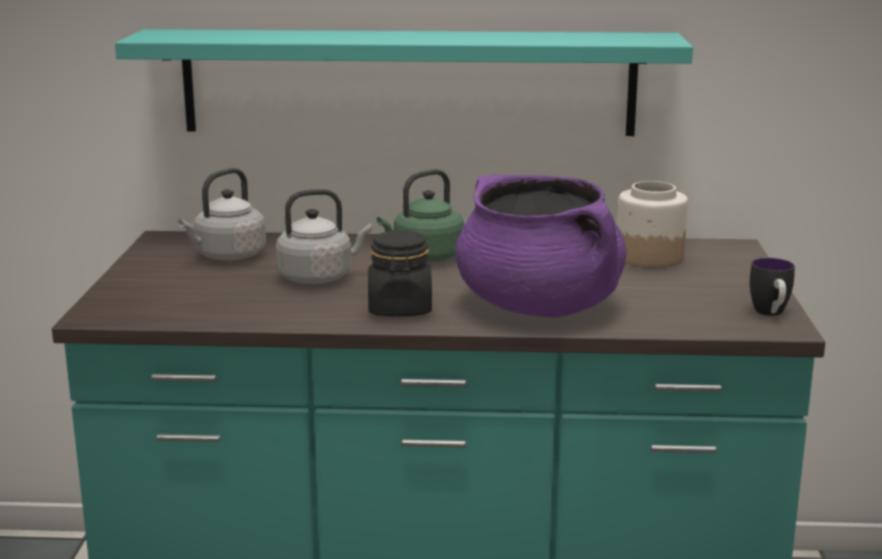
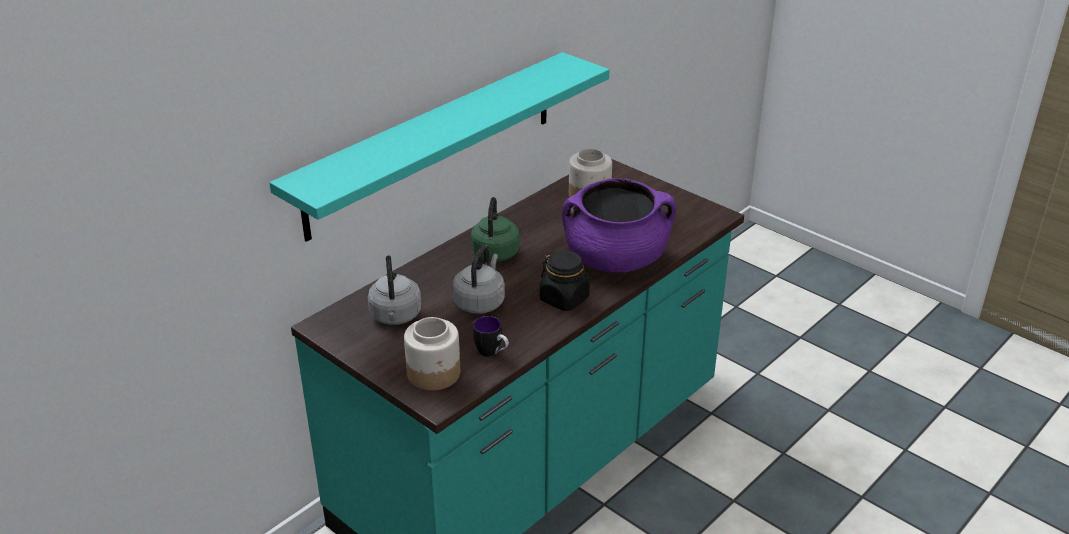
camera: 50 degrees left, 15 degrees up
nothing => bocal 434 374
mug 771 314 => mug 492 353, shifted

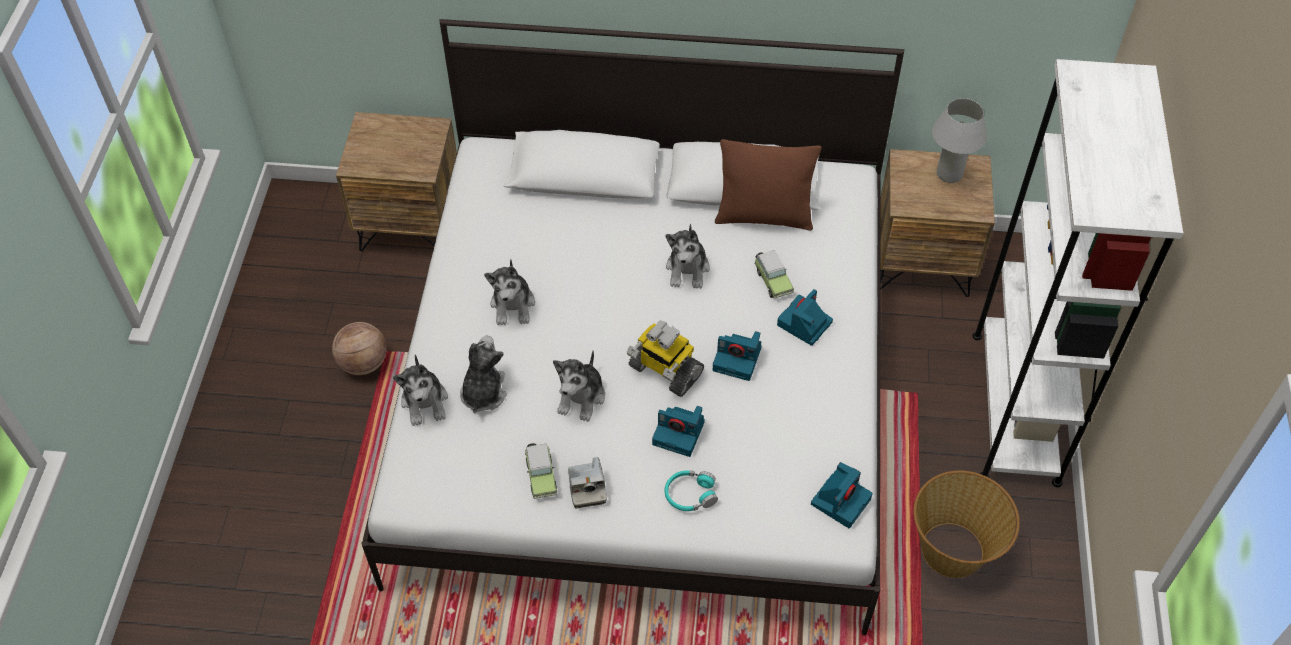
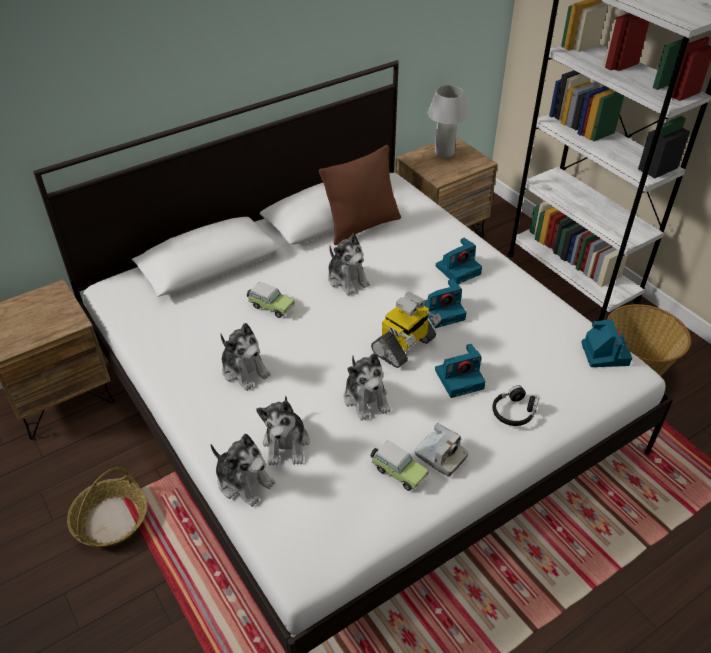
camera: 40 degrees left, 10 degrees down
petite voiture 772 280 => petite voiture 270 306, shifted
ballon de basket 363 363 => panier 111 519
casque audio (turquoise) 690 495 => casque audio (noir) 514 412
peluche 483 392 => peluche 286 444, 150 degrees counterclockwise
robot jouet 664 370 => robot jouet 404 346, 45 degrees counterclockwise
appareil photo 804 324 => appareil photo 458 269, 120 degrees counterclockwise

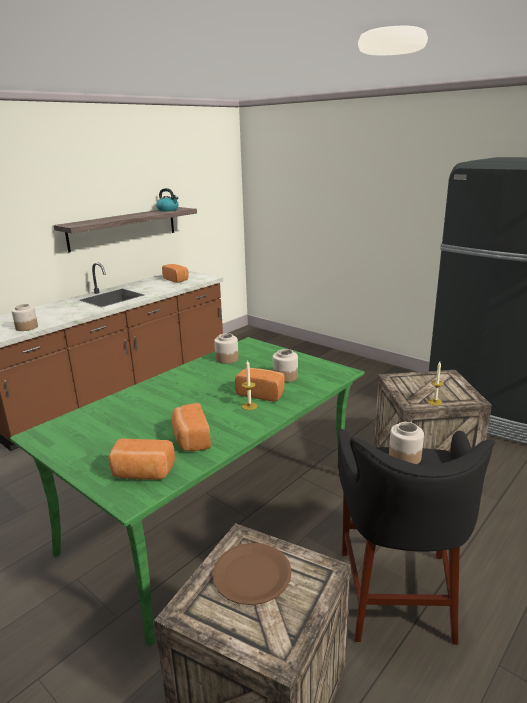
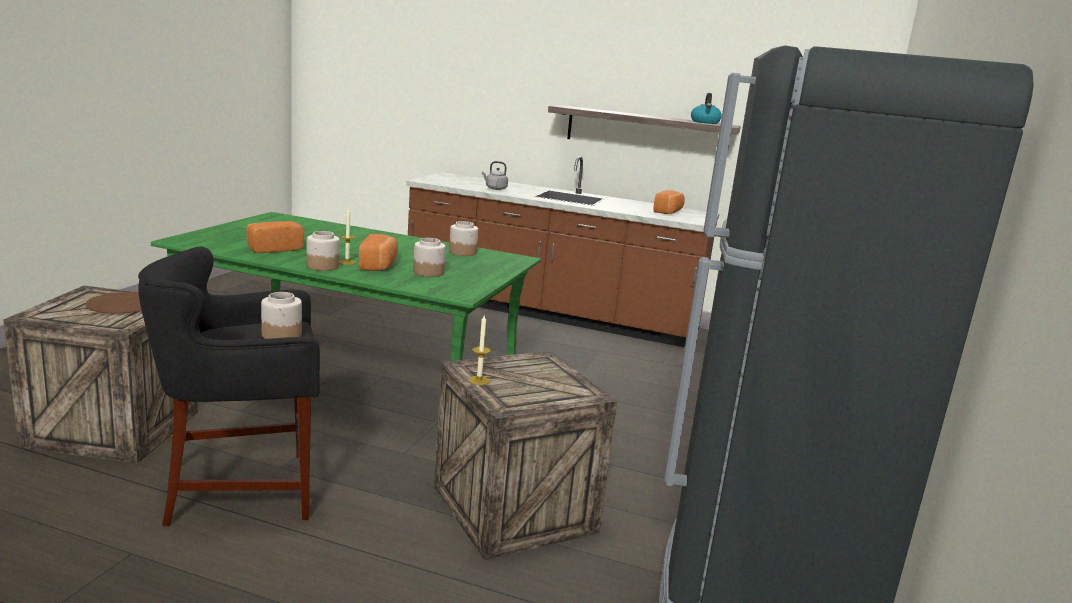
camera: 65 degrees right, 5 degrees down
pain 142 473 => nothing
nothing => bouilloire (gris) 495 188
bocal 26 327 => bocal 322 266, shifted

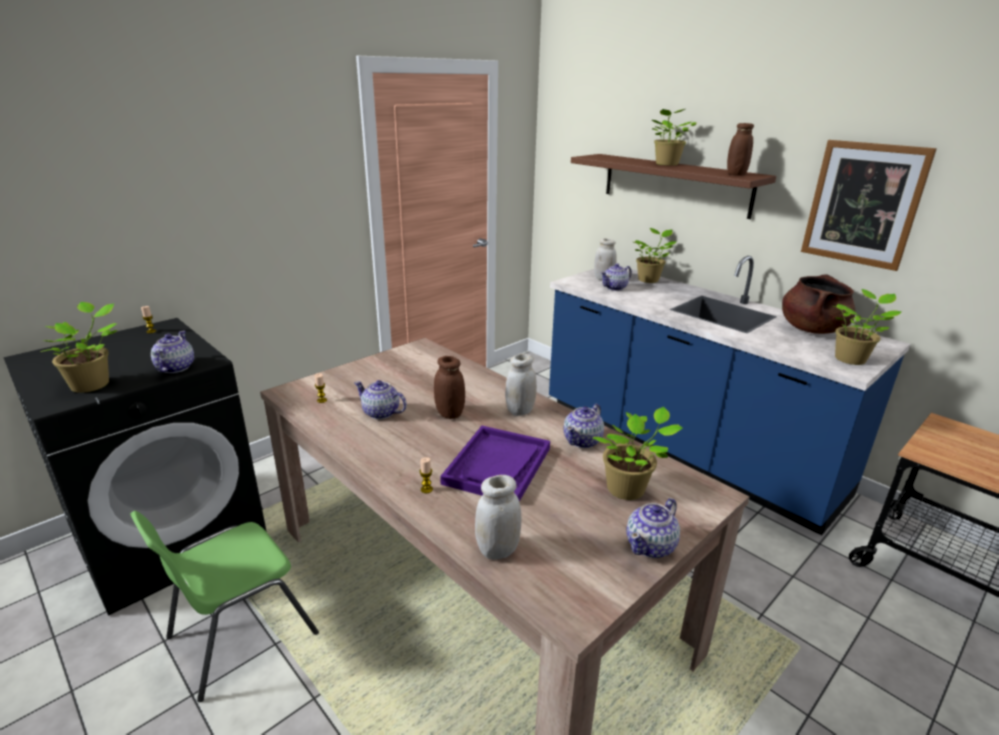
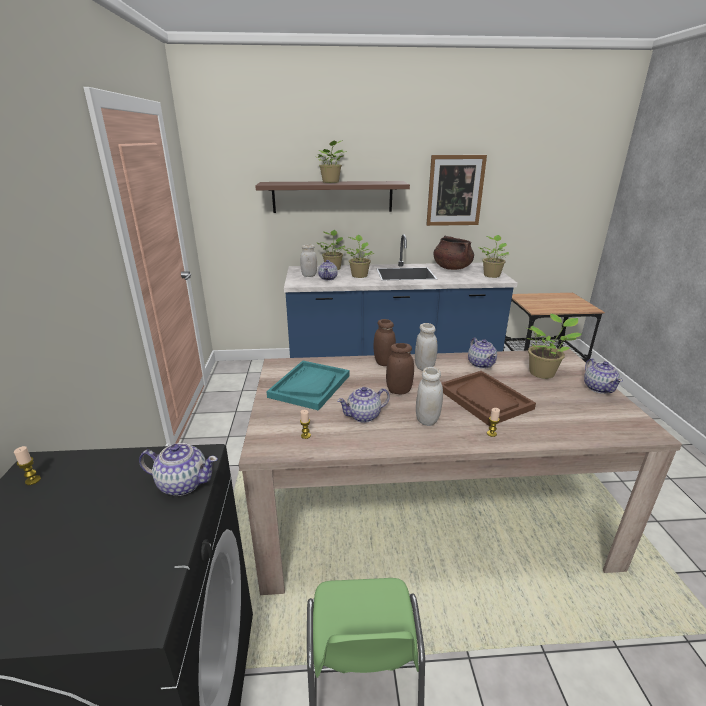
camera: 50 degrees left, 0 degrees up
nothing => plateau (turquoise) 310 386
plante en pot 93 384 => plante en pot 359 275, shifted
bocal (blanc) 497 550 => bocal (blanc) 427 420, shifted
bocal (marron) 736 174 => bocal (marron) 384 362, shifted
plateau (violet) 497 466 => plateau (marron) 485 399
théière 175 368 => théière 183 483, 150 degrees clockwise

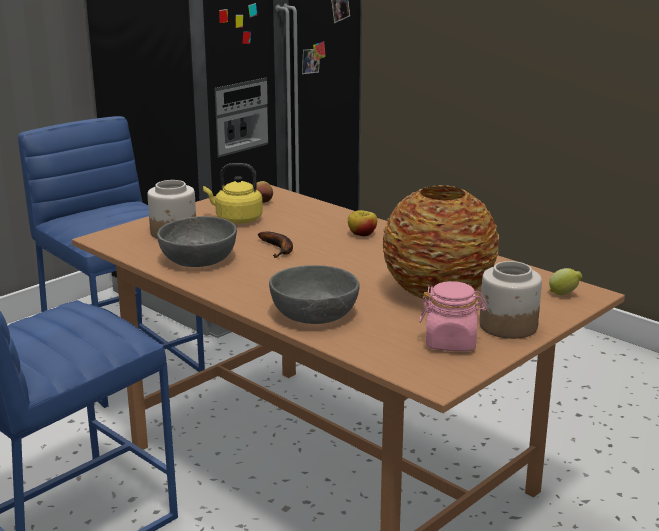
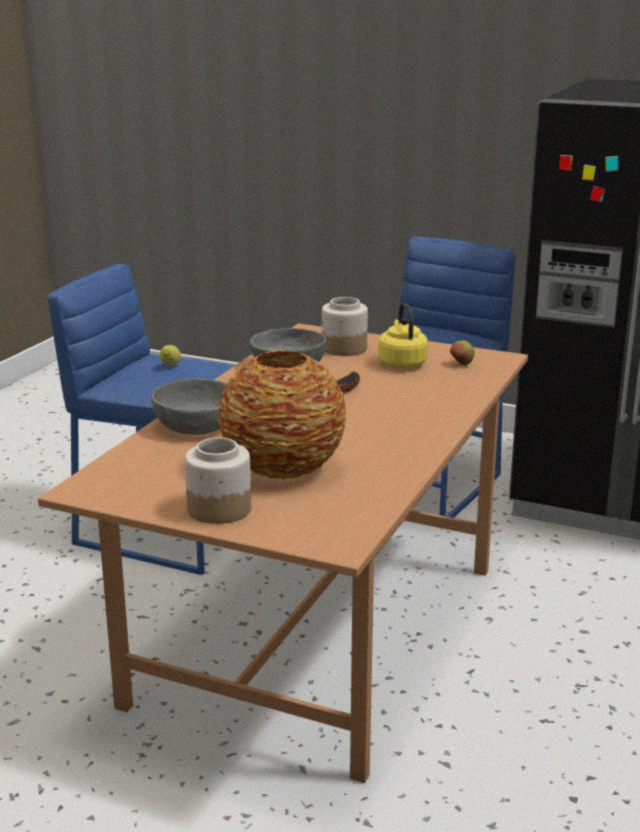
camera: 70 degrees right, 0 degrees up
pomme 362 234 => nothing
bocal (rose) 451 342 => nothing
citron 564 294 => citron 170 366, shifted

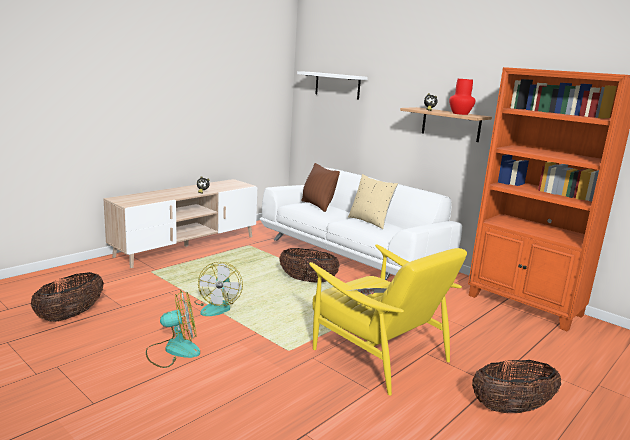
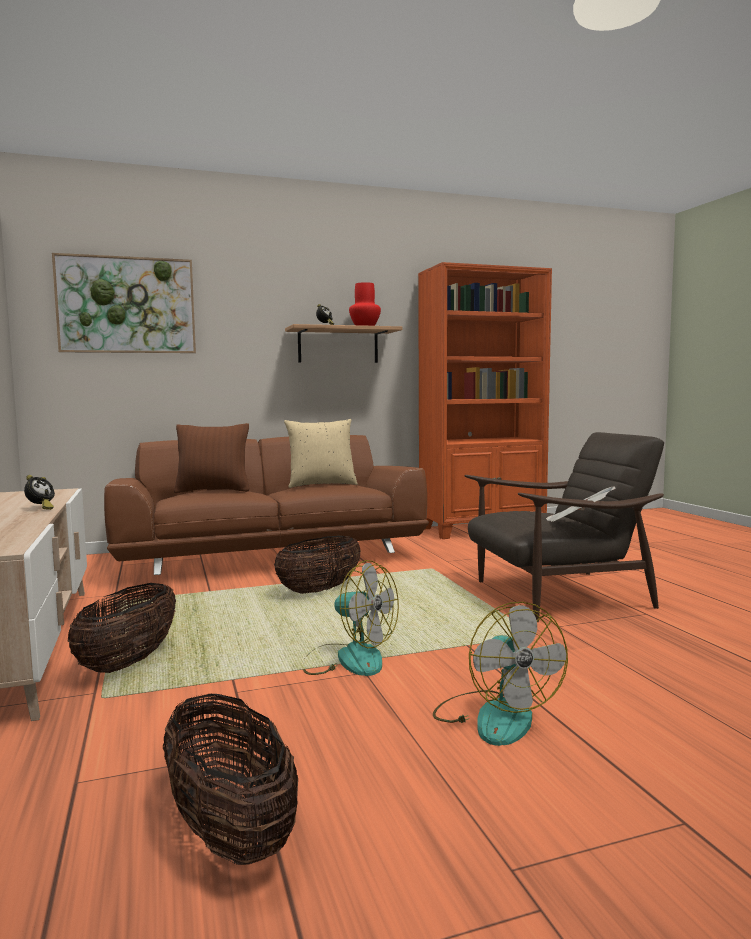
camera: 60 degrees left, 10 degrees down
panier 511 408 => panier 128 662, shifted
étagère (blanc) 337 85 => tableau 126 305
canapé (blanc) 353 256 => canapé (marron) 270 556
fauteuil (jaune) 377 352 => fauteuil (marron) 557 595
ventilateur 173 350 => ventilateur 495 716, 150 degrees clockwise

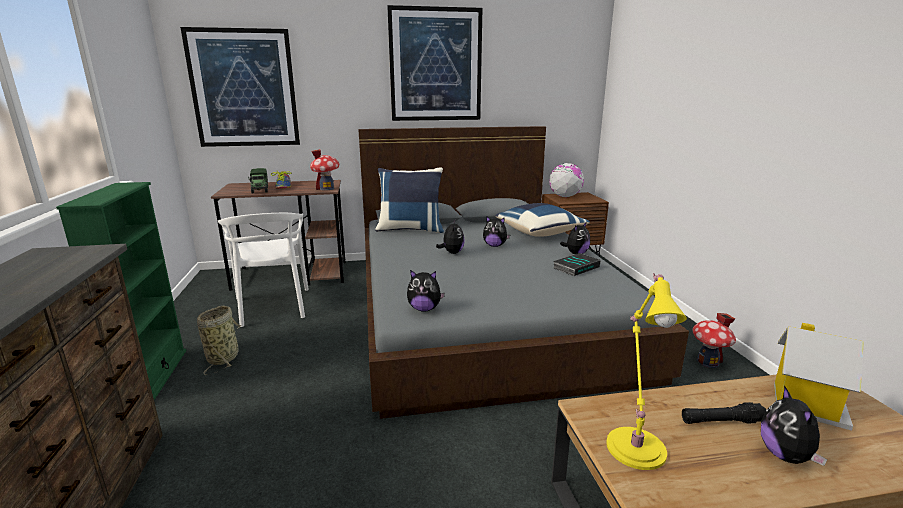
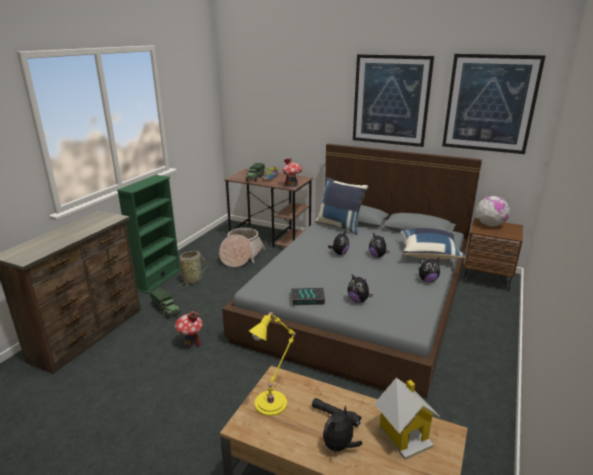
camera: 35 degrees right, 5 degrees up
nothing => camion jouet 166 310
tableau 244 89 => tableau 490 104, shifted
peluche 424 309 => peluche 358 300, shifted
livre 576 267 => livre 308 298, shifted
maison miniature 708 362 => maison miniature 191 343, shifted
chaise (blanc) 273 306 => panier 241 256

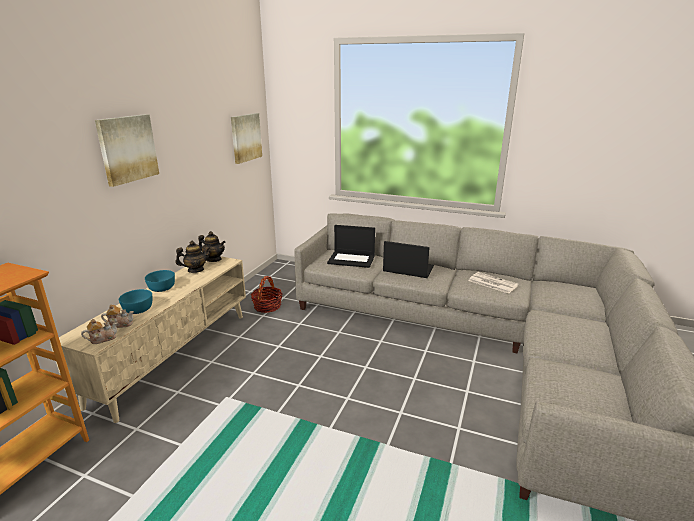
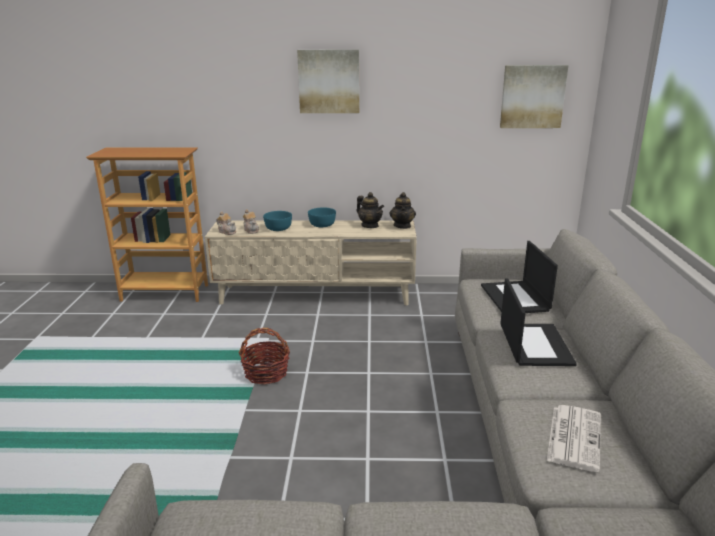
camera: 70 degrees right, 0 degrees up
panier 267 306 => panier 266 373, shifted

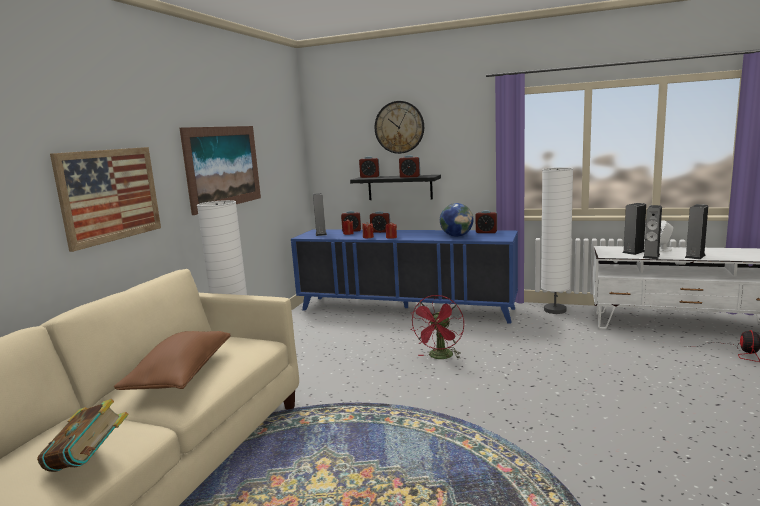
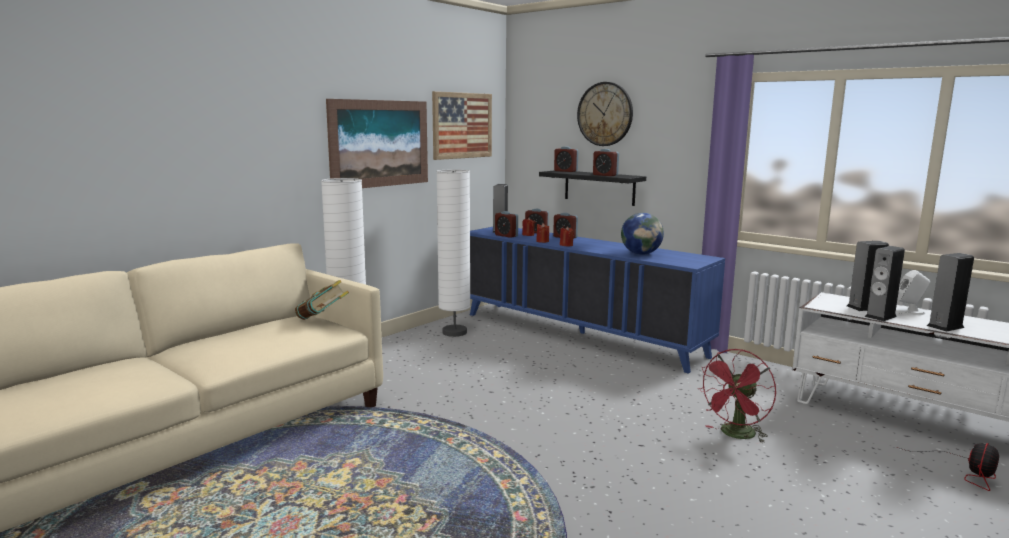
camera: 20 degrees right, 0 degrees up
coussin (marron) 181 375 => nothing
livre 89 463 => livre 322 320, shifted
tableau 110 195 => tableau 462 125, shifted
ventilateur (rouge) 440 357 => ventilateur (rouge) 735 435, shifted
réveil 486 232 => réveil 506 235, shifted
lampadaire (blanc) 555 310 => lampadaire (blanc) 454 332, shifted

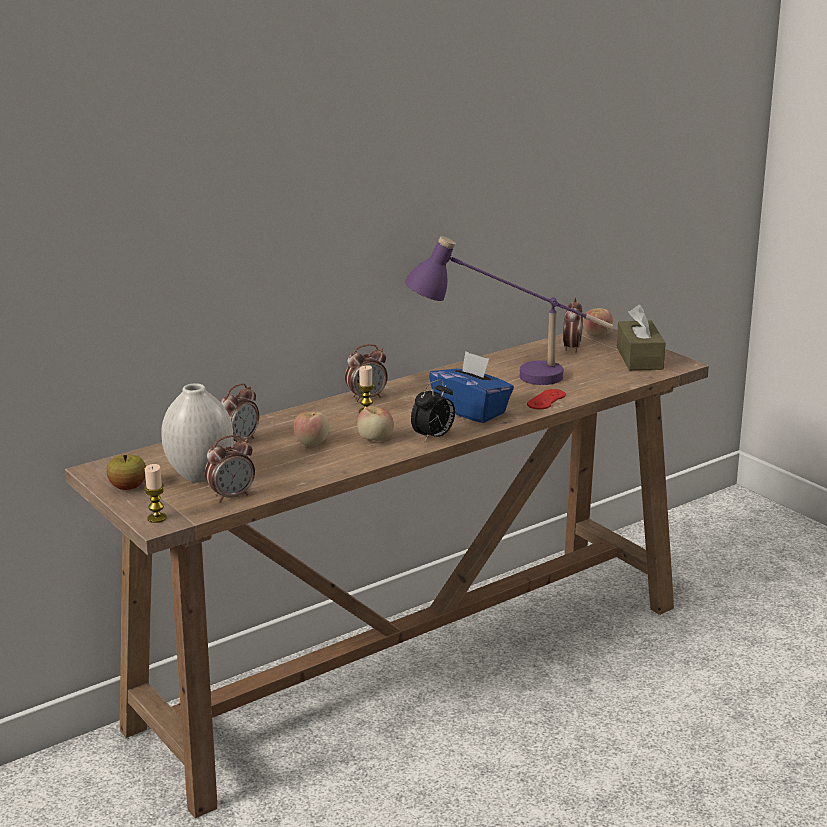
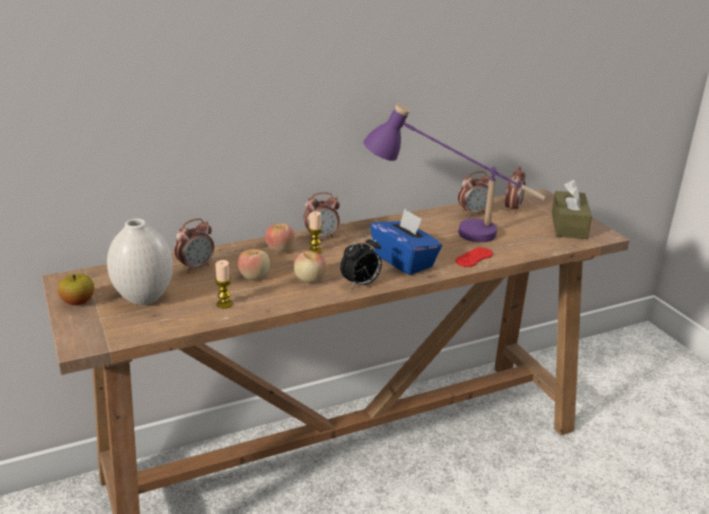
camera: 10 degrees right, 5 degrees up
bougie 157 518 => bougie 224 304, shifted
réveil 232 496 => réveil 473 213, shifted
pomme 597 335 => pomme 280 249, shifted

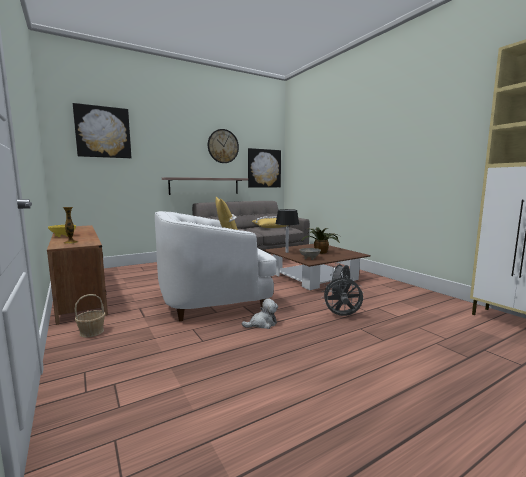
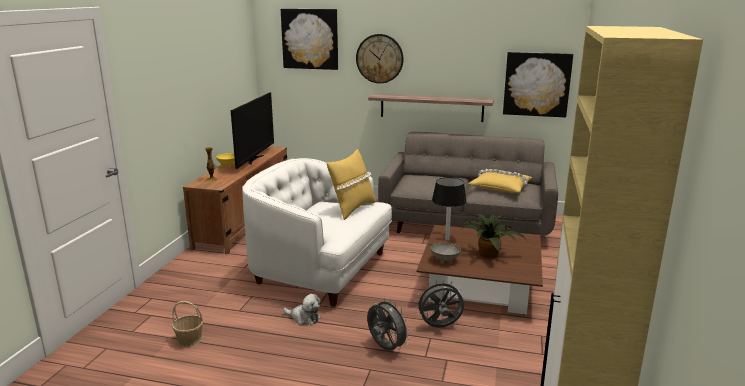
camera: 45 degrees right, 10 degrees up
nothing => téléviseur 254 159
panier 92 332 => panier 189 339, shifted
horloge murale 223 146 => horloge murale 379 58, shifted

